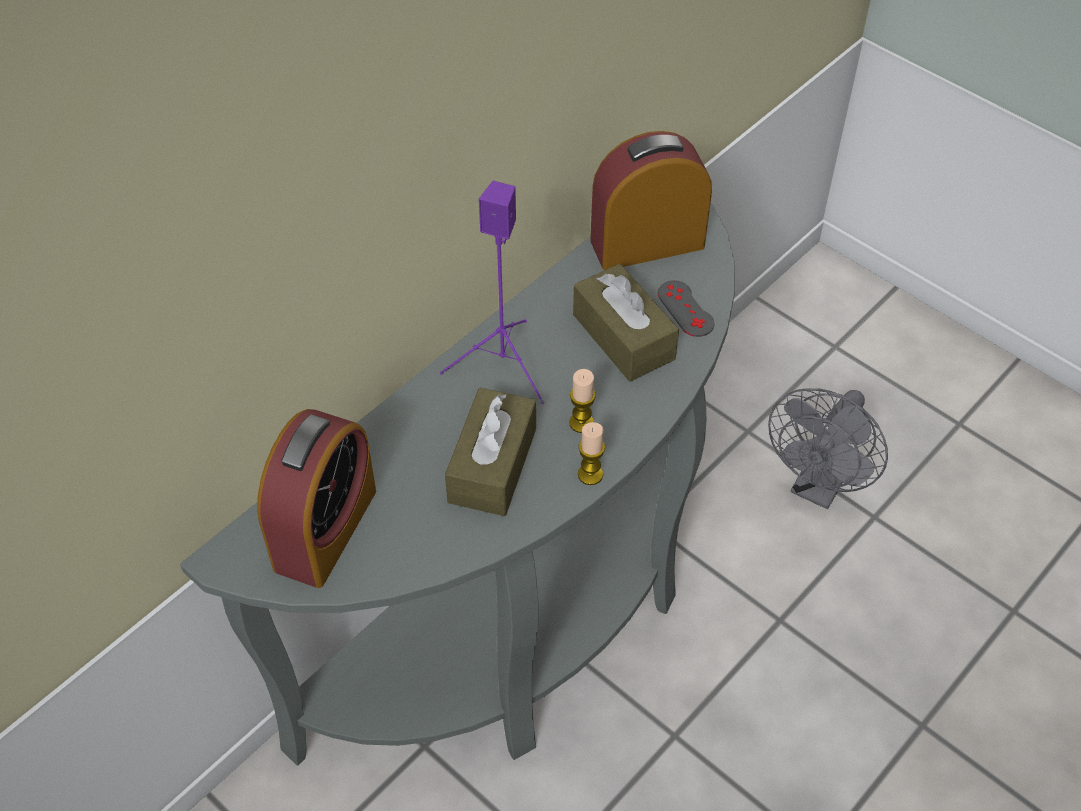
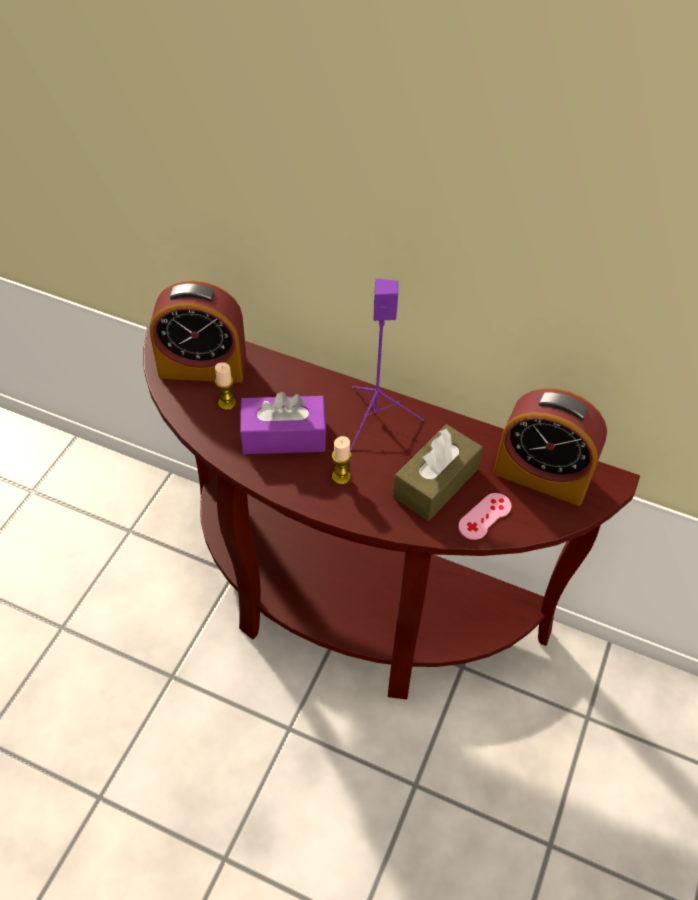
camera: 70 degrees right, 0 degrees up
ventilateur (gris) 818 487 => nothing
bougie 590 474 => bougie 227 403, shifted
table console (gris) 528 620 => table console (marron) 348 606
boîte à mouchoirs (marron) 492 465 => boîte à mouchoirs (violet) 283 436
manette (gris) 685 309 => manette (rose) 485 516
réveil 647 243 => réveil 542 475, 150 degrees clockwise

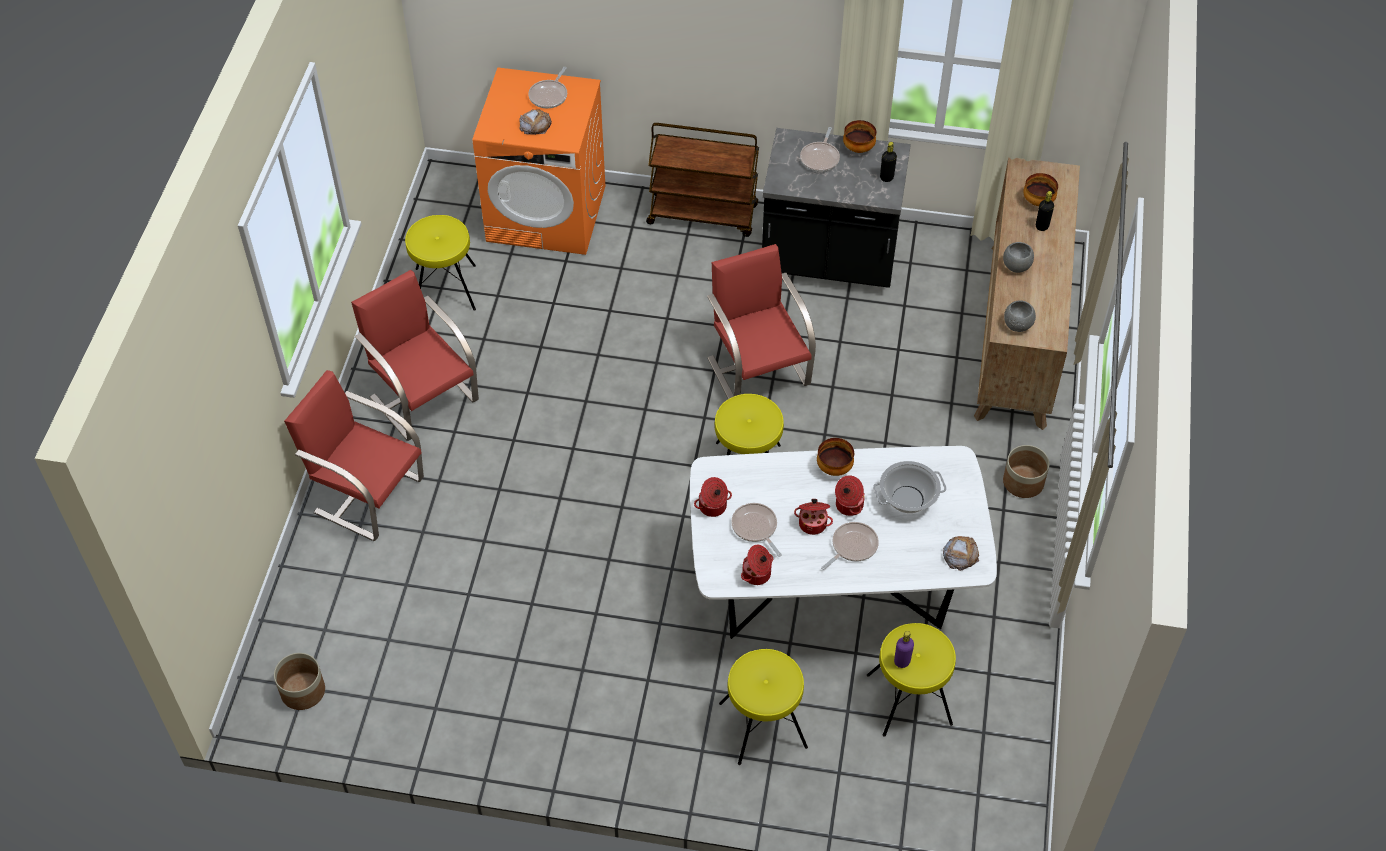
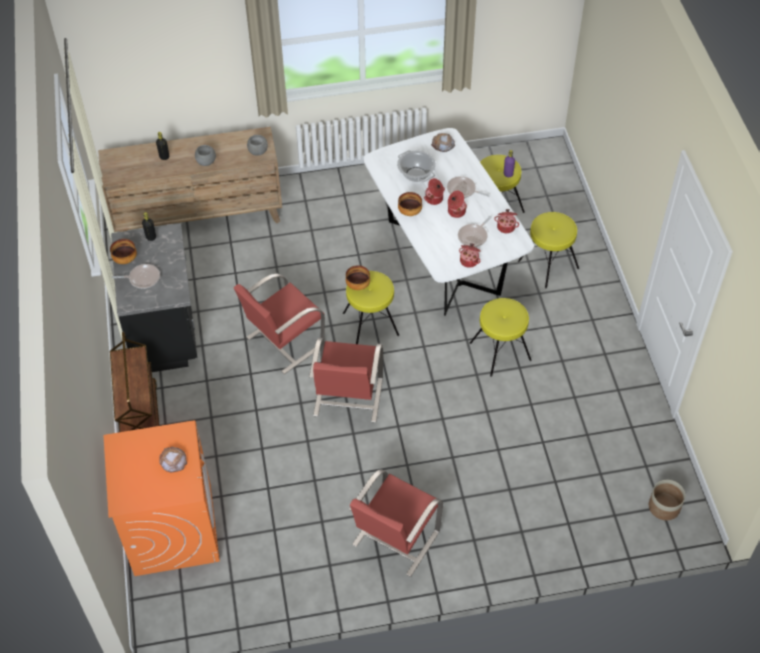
camera: 110 degrees left, 0 degrees up
poêle 549 95 => nothing
cache-pot 1023 482 => nothing
chaise (rouge) 367 494 => chaise (rouge) 347 398, shifted
tabouret (jaune) 445 288 => tabouret (jaune) 500 352, shifted
bol 1037 201 => bol 358 286, shifted

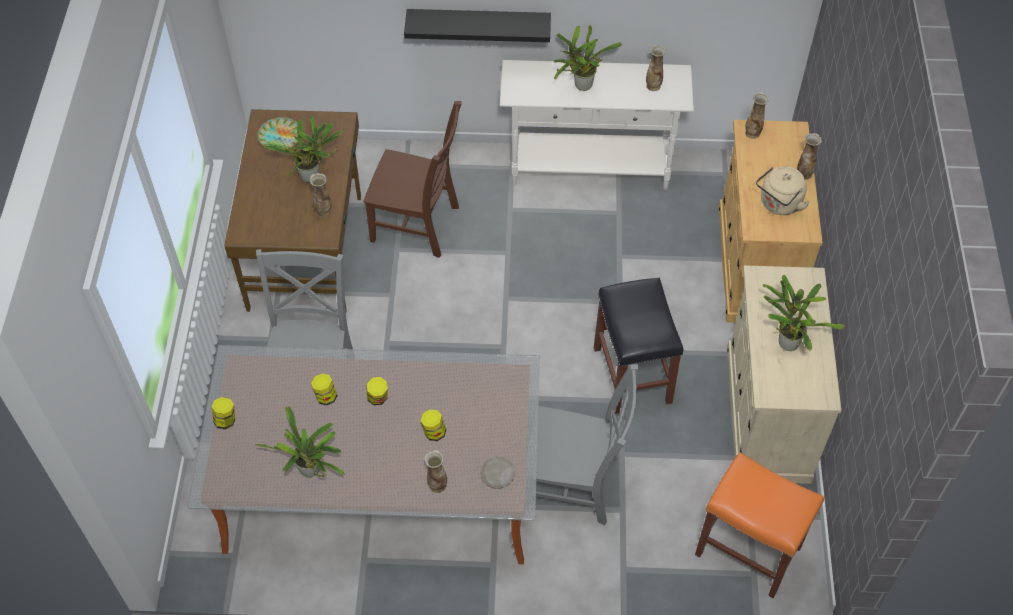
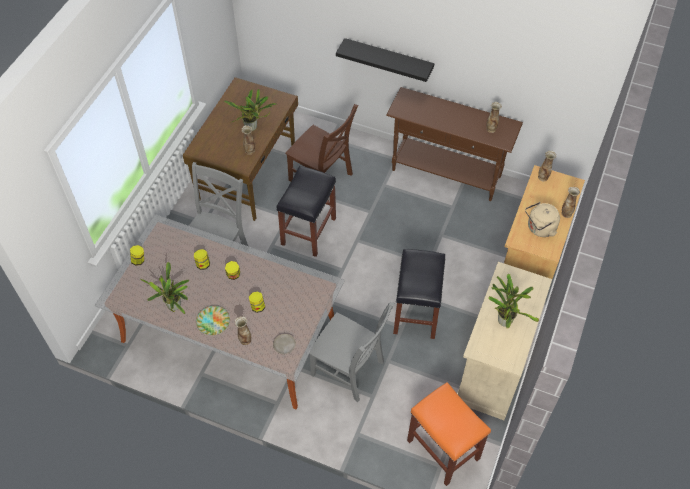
camera: 20 degrees right, 0 degrees up
plante en pot 580 86 => nothing
nothing => tabouret (noir) 308 230
assiette 280 137 => assiette 213 322, shifted
table console (blanc) 590 168 => table console (marron) 446 174

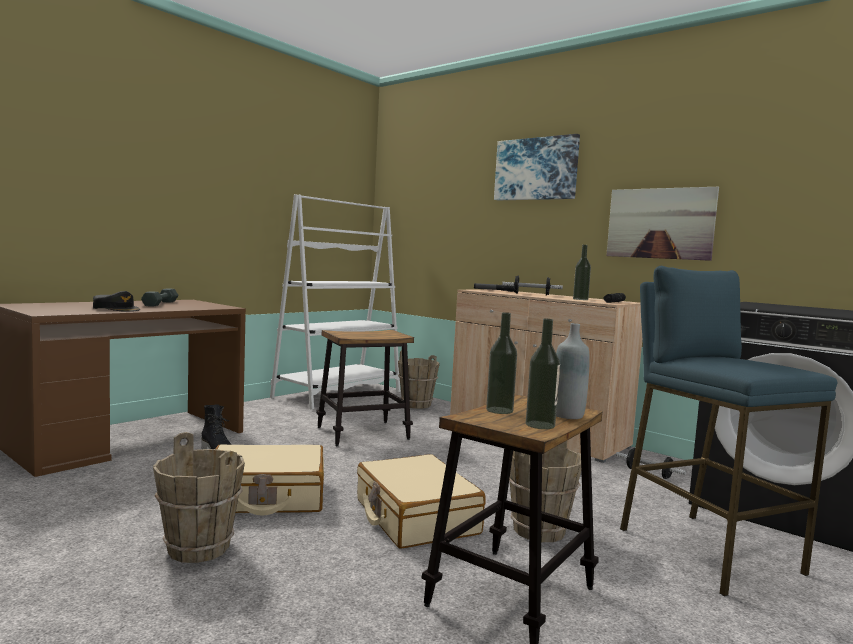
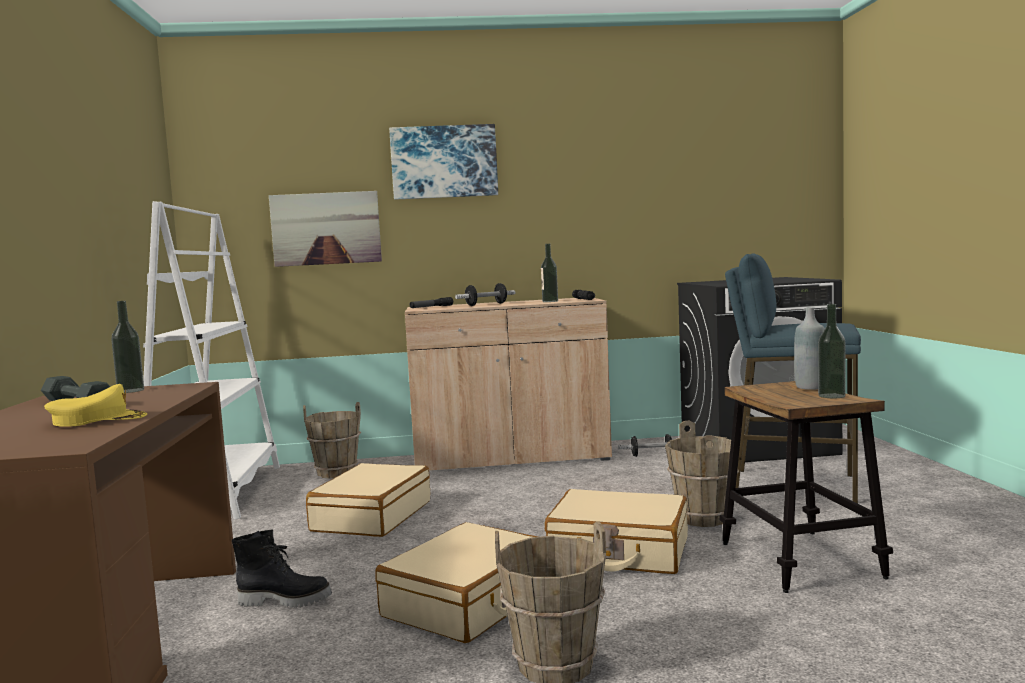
camera: 45 degrees left, 0 degrees up
bouteille 499 410 => bouteille 130 391, shifted
tableau 660 223 => tableau 326 228, shifted
tabouret 362 433 => valise (beige) 371 516
casquette (noir) 116 309 => casquette (jaune) 98 419

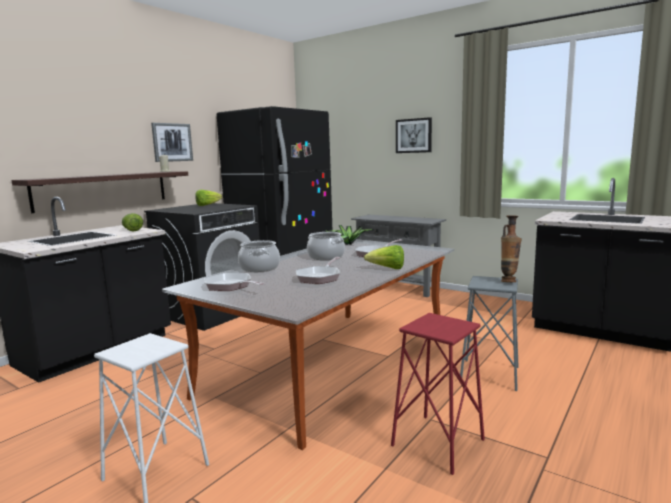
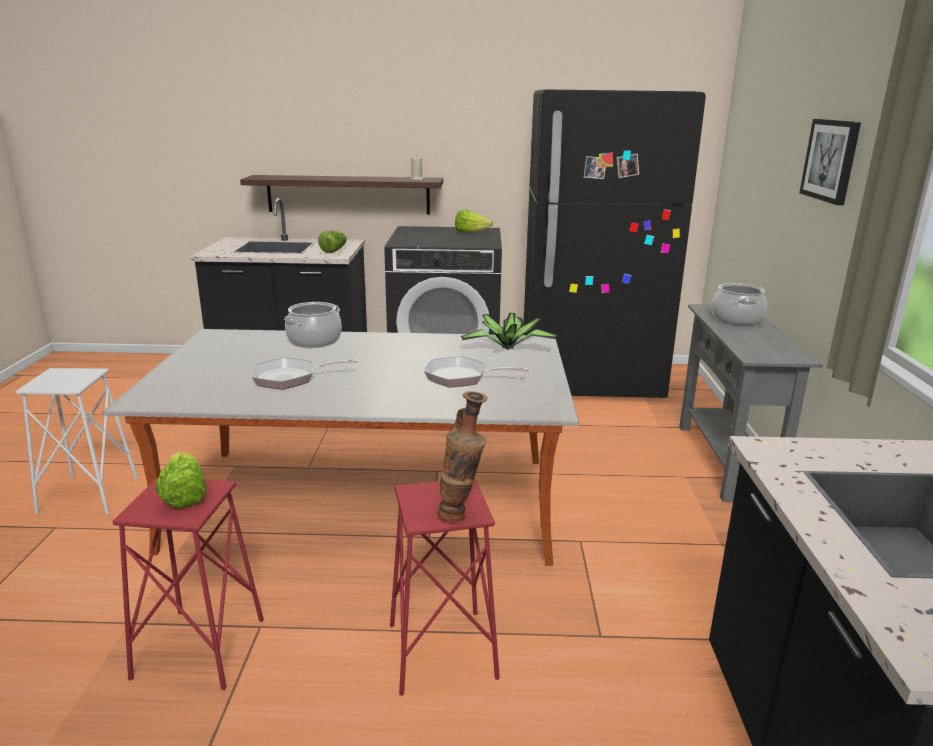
camera: 55 degrees right, 10 degrees up
tableau 172 142 => nothing
poêle 231 286 => nothing
marmite 325 257 => marmite 736 319, shifted
laitue 387 269 => laitue 183 496, shifted
tabouret (gris) 489 375 => tabouret (rouge) 441 651

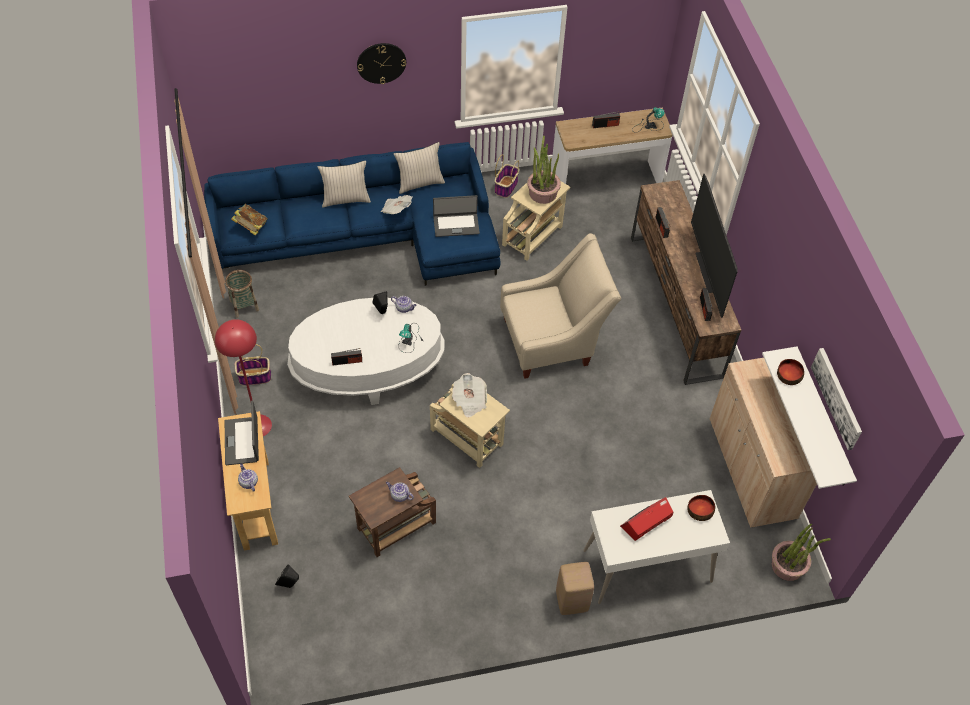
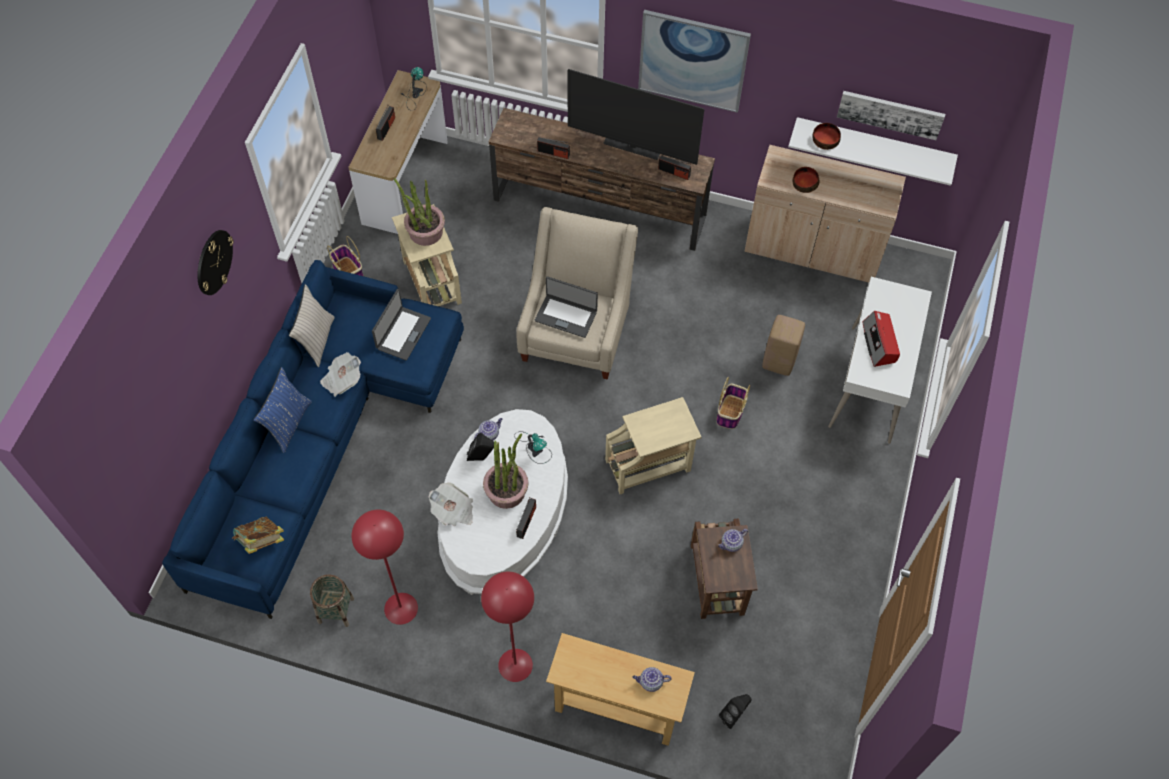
camera: 60 degrees left, 5 degrees up
nothing => lampadaire (rouge) 401 608
nothing => tableau 692 61
ordinateur portable 242 441 => ordinateur portable 566 315, shifted
panier 254 377 => panier 730 413, shifted
journal 469 401 => journal 453 511, shifted
tabouret (beige) 572 600 => tabouret (beige) 778 361, shifted
bol 700 510 => bol 804 183, shifted
plante en pot 788 566 => plante en pot 506 491, shifted
coussin (beige) 345 199 => coussin (bleu) 288 424

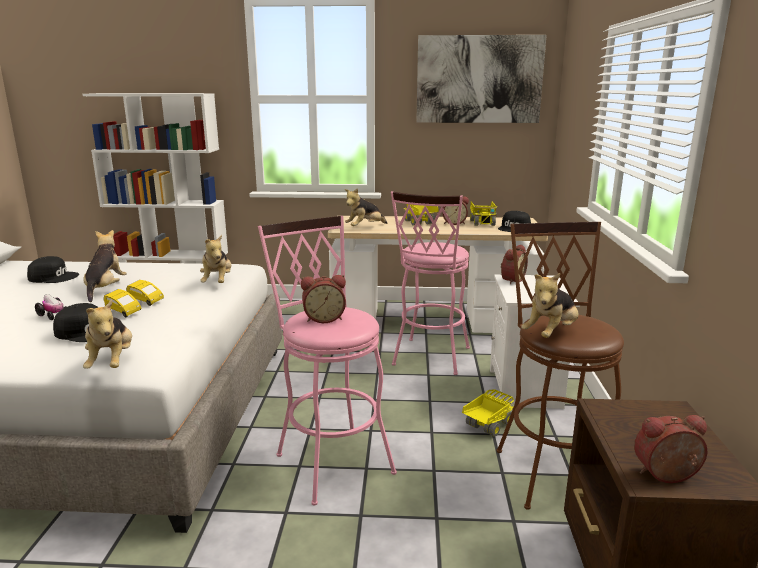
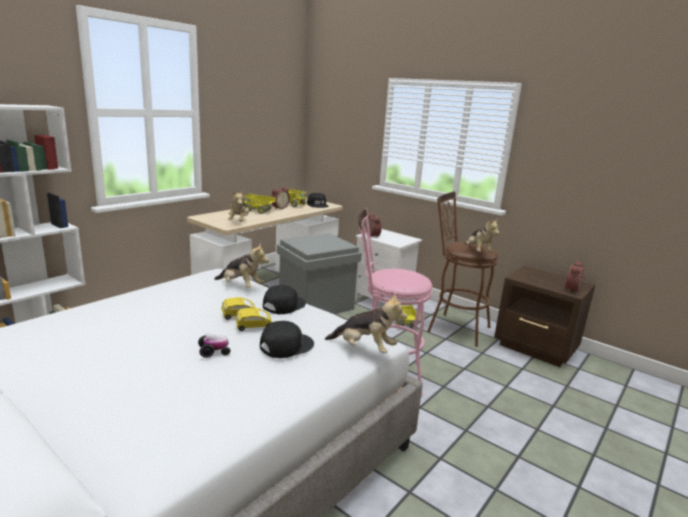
camera: 55 degrees left, 0 degrees up
peluche 105 289 => nothing
réveil 324 318 => nothing
tableau 479 79 => nothing
casquette (noir) 54 277 => casquette (noir) 283 305, shifted
tabouret (rose) 429 359 => boîte de rangement (gris) 315 305

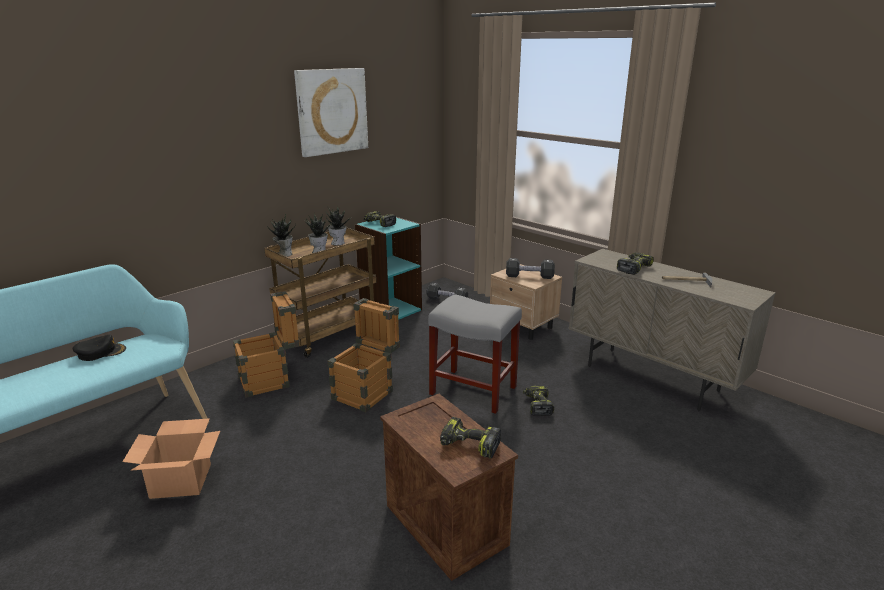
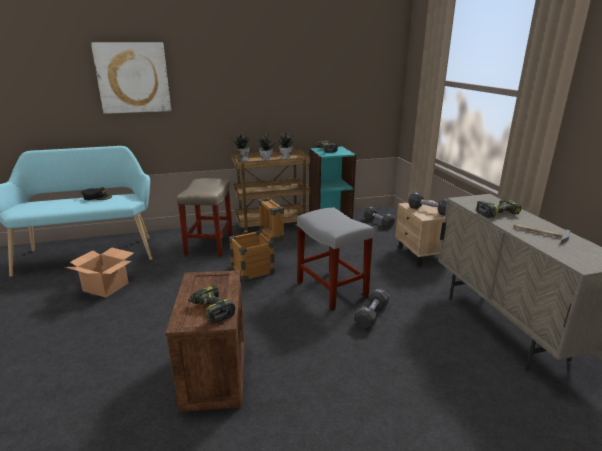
camera: 30 degrees right, 0 degrees up
tableau 332 111 => tableau 133 78, shifted
caisse 271 380 => tabouret (beige) 209 245
perceuse 537 405 => haltère (noir) 371 315

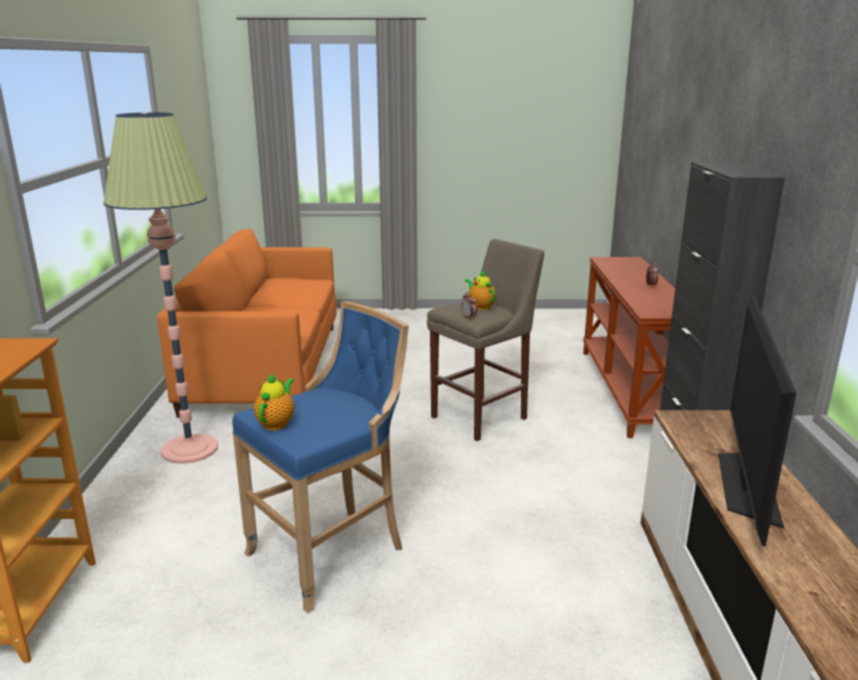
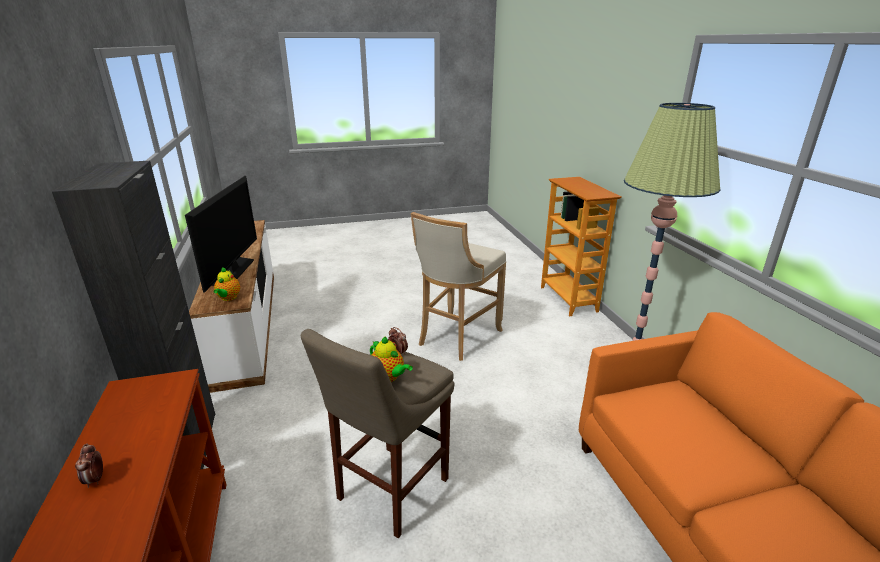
camera: 165 degrees right, 5 degrees up
théière 277 423 => théière 228 298, shifted
tabouret (bleu) 332 552 => tabouret (beige) 456 338

